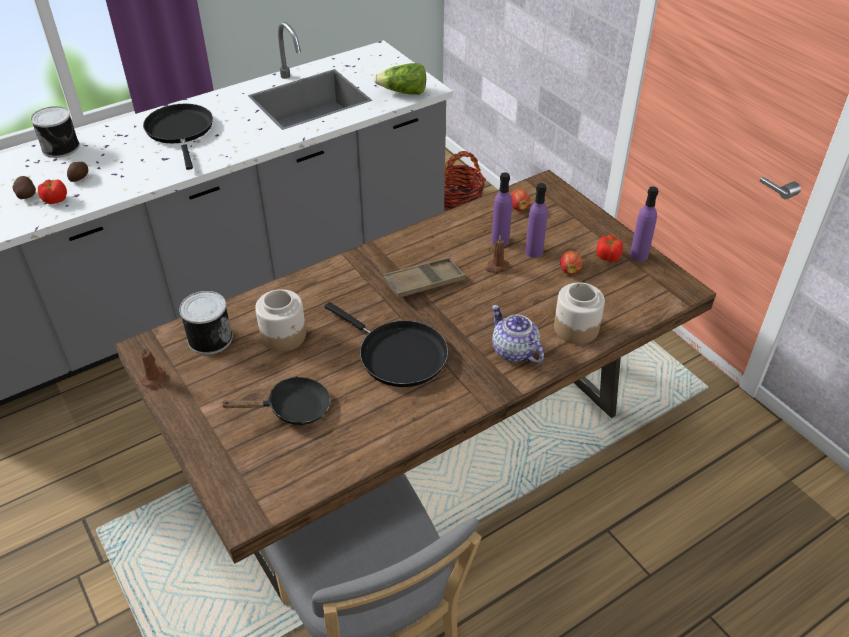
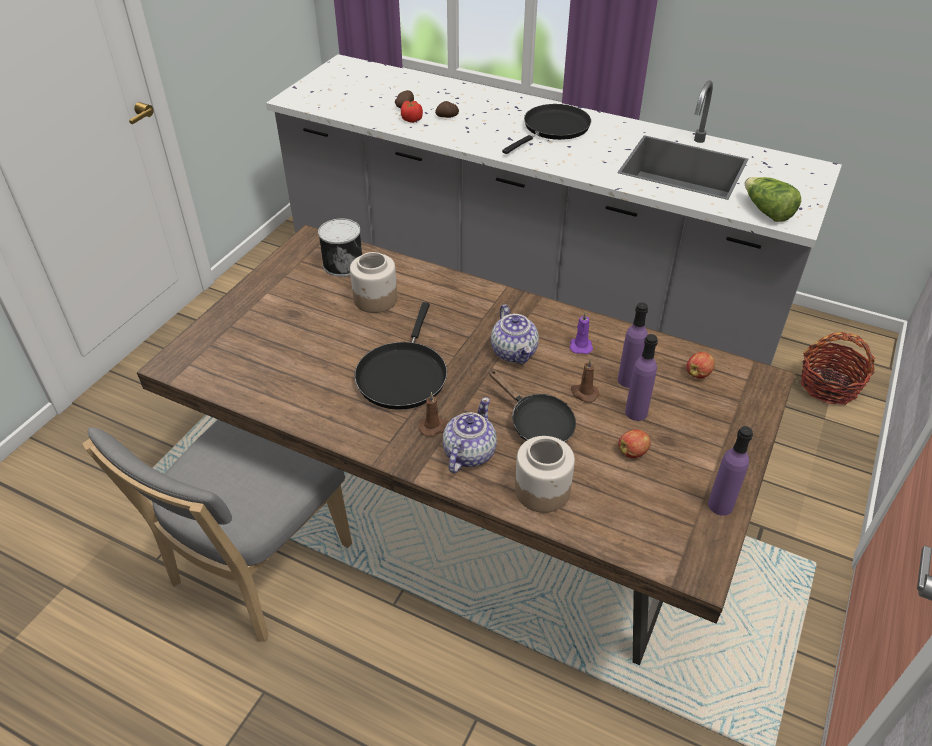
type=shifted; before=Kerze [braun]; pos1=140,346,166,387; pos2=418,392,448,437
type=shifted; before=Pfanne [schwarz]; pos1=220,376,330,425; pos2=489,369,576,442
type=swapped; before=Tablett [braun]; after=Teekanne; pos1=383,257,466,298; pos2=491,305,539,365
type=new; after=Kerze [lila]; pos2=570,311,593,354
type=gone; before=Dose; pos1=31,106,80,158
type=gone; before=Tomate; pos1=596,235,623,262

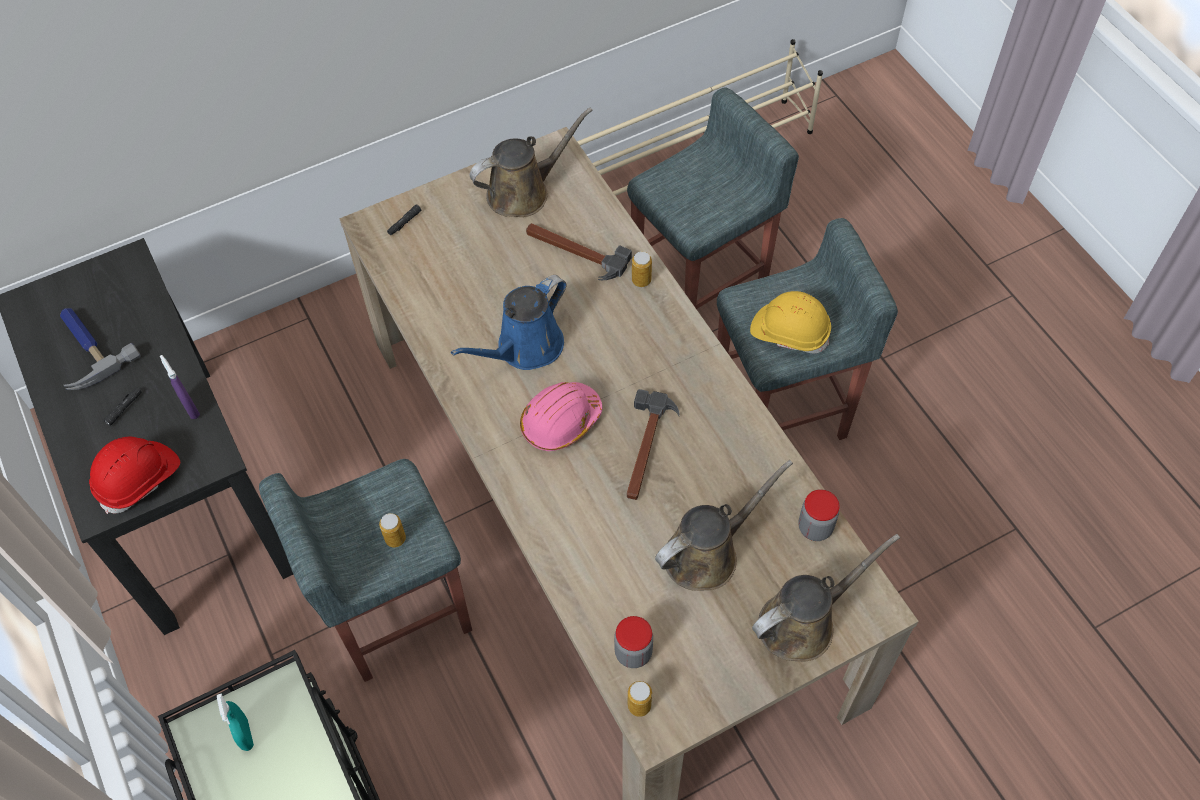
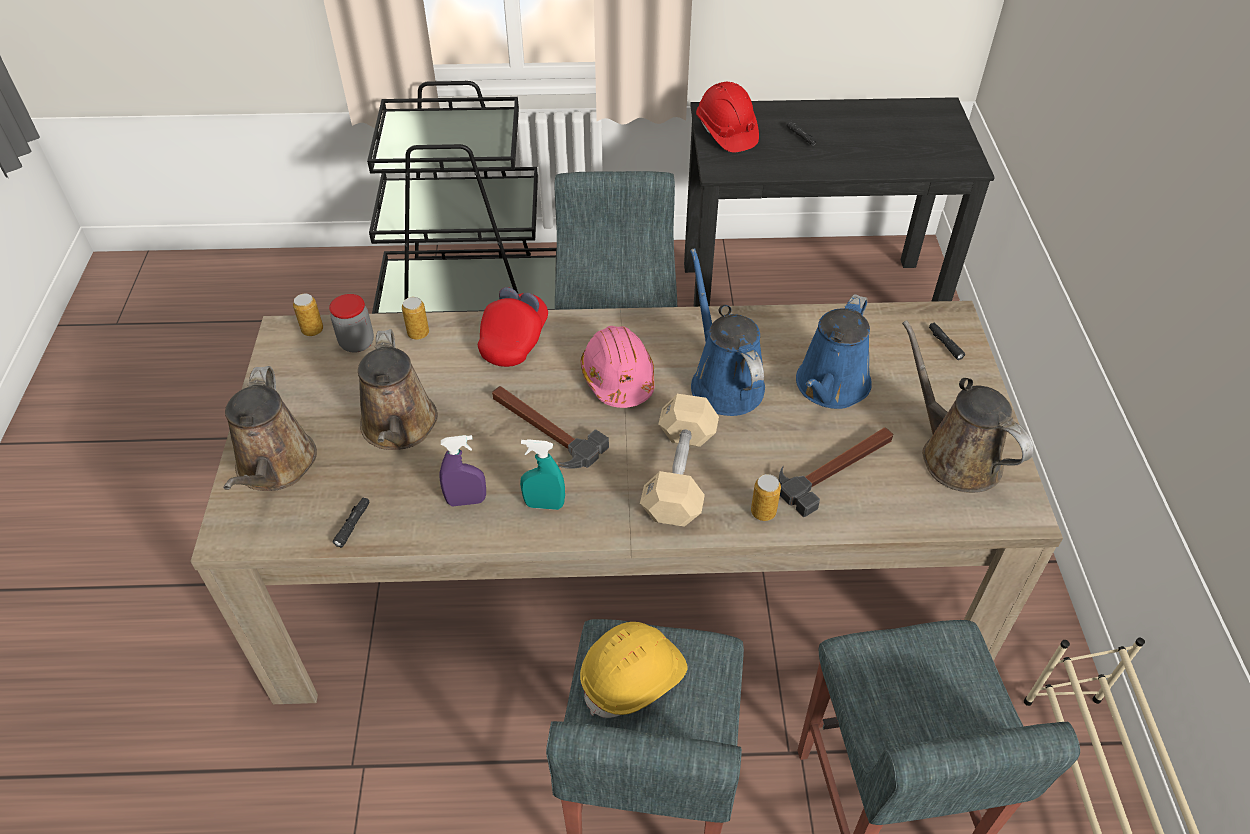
type=swapped; before=Vorratsglas; after=Taschenlampe [schwarz]; pos1=798,489,840,541; pos2=333,497,370,548
type=shifted; before=Dose; pos1=379,513,406,547; pos2=402,297,429,340
type=shifted; before=Sprühflasche [lila]; pos1=160,355,200,419; pos2=440,435,486,506
type=new; after=Kappe [rot]; pos2=478,287,548,367
type=shifted; before=Sprühflasche [türkis]; pos1=217,693,254,751; pos2=520,439,565,510
type=new; after=Hantel [beige]; pos2=640,394,719,526
type=new; after=Gießkanne [blau]; pos2=796,294,872,409
type=rotated; before=Gießkanne [braun]; pos1=470,107,593,217; pos2=902,320,1033,493; turn=150
type=gone; before=Hammer; pos1=60,308,141,390

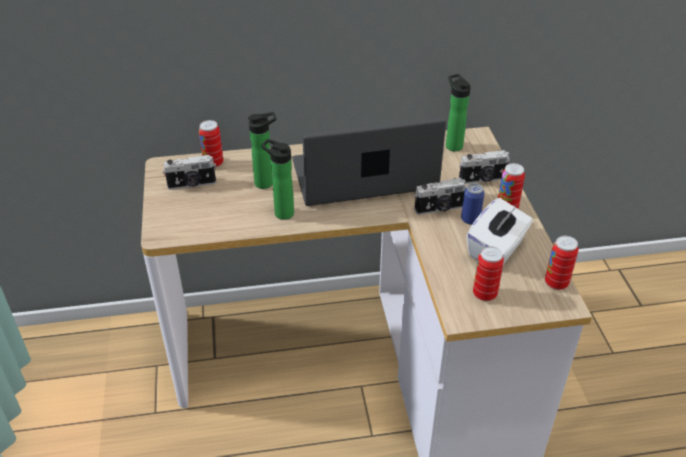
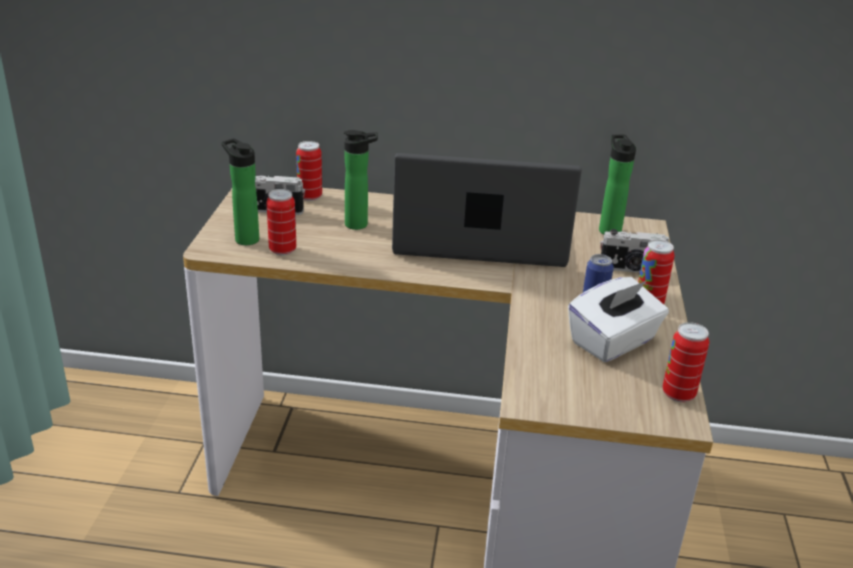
type=shifted; before=Flasche; pos1=261,139,294,220; pos2=221,138,259,245
type=shifted; before=Dose; pos1=473,246,504,301; pos2=266,189,296,255
type=gone; before=Kamera; pos1=414,178,467,215

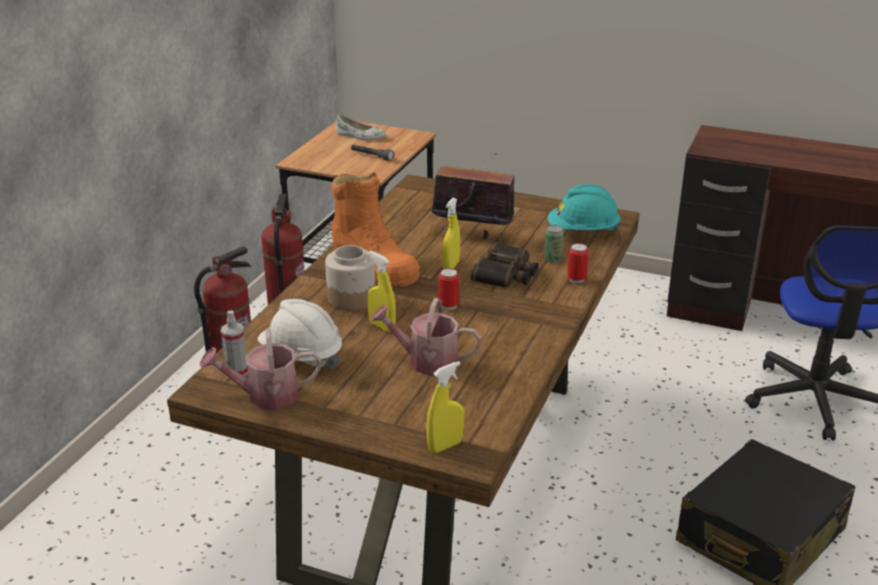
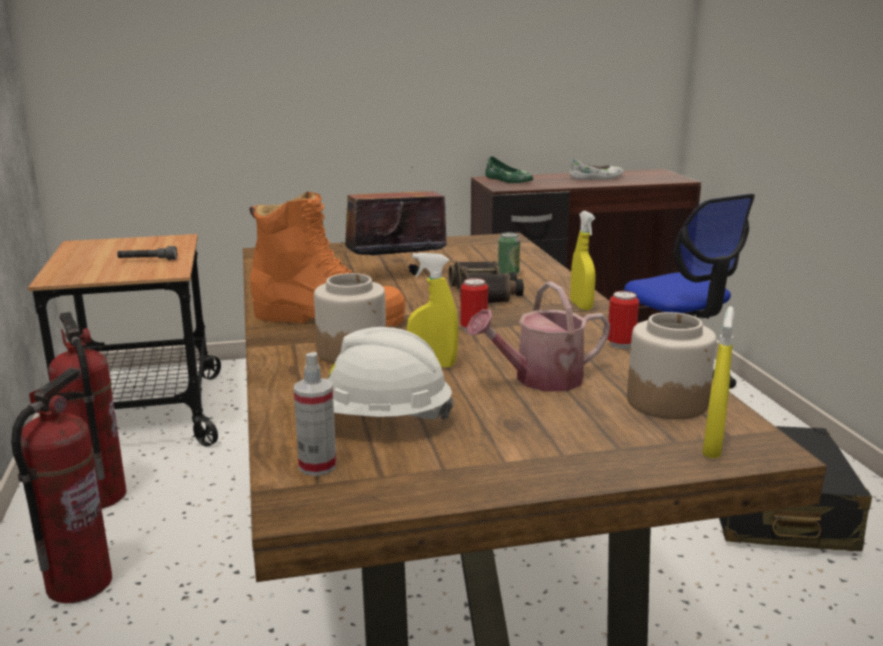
type=new; after=Schuh [grün]; pos2=485,156,533,183
type=shifted; before=Schuh [weiß]; pos1=335,114,386,141; pos2=570,158,623,180
type=shifted; before=Sprühflasche [gelb]; pos1=442,198,460,269; pos2=570,211,596,310
type=shifted; before=Dose; pos1=567,243,589,283; pos2=608,291,639,349
type=new; after=Vorratsglas; pos2=627,312,717,419
type=gone; before=Gießkanne; pos1=199,328,321,410
type=gone; before=Schutzhelm [türkis]; pos1=548,184,621,230

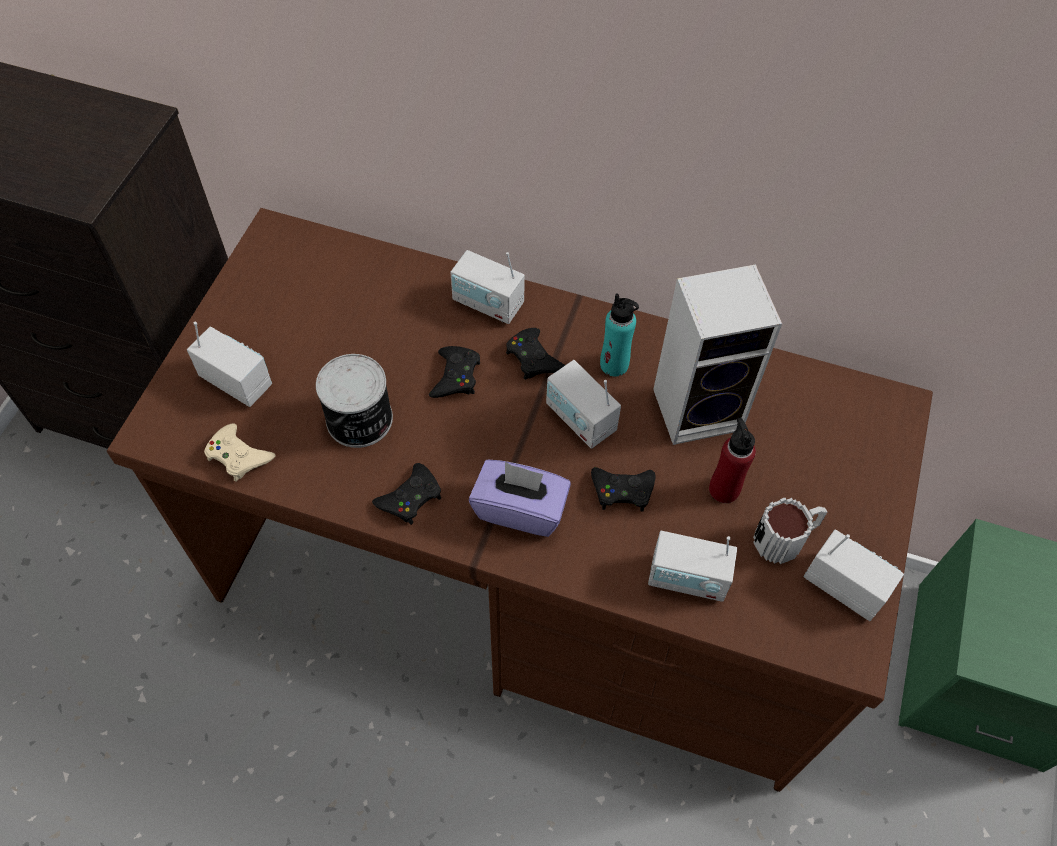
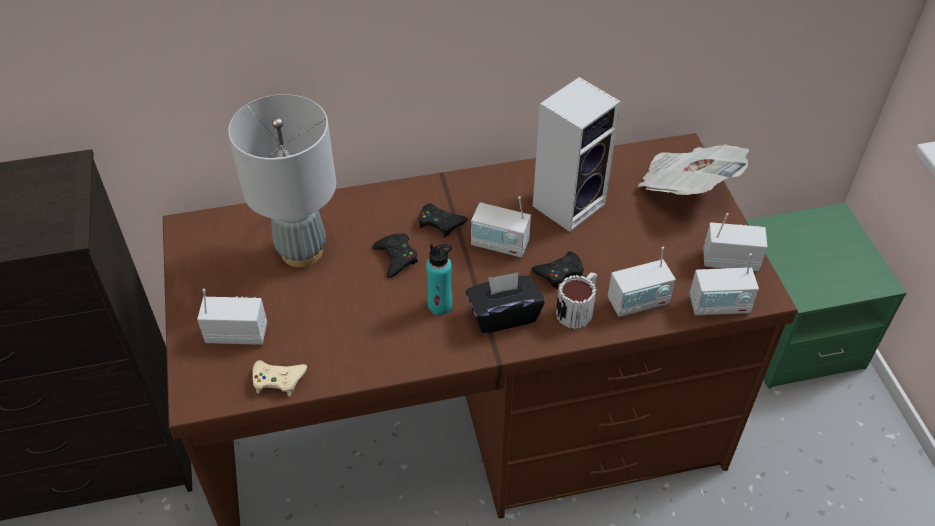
type=new; after=Tischlampe [grau]; pos2=228,94,336,267
type=shifted; before=Flasche [türkis]; pos1=600,293,639,376; pos2=426,244,452,315
type=repainted; before=Taschentuchbox [lila]; after=Taschentuchbox [schwarz]; pos1=469,460,571,537; pos2=466,273,545,333
type=shifted; before=Henkelbecher; pos1=753,498,827,564; pos2=556,273,597,329
type=new; after=Zeitung; pos2=638,144,750,195
type=shifted; before=Radio; pos1=450,250,525,324; pos2=689,253,759,316
type=gone; before=Dose; pos1=316,354,393,448
type=gone; before=Gamepad [schwarz]; pos1=372,463,441,525
type=gone; before=Flasche [rot]; pos1=709,417,756,503

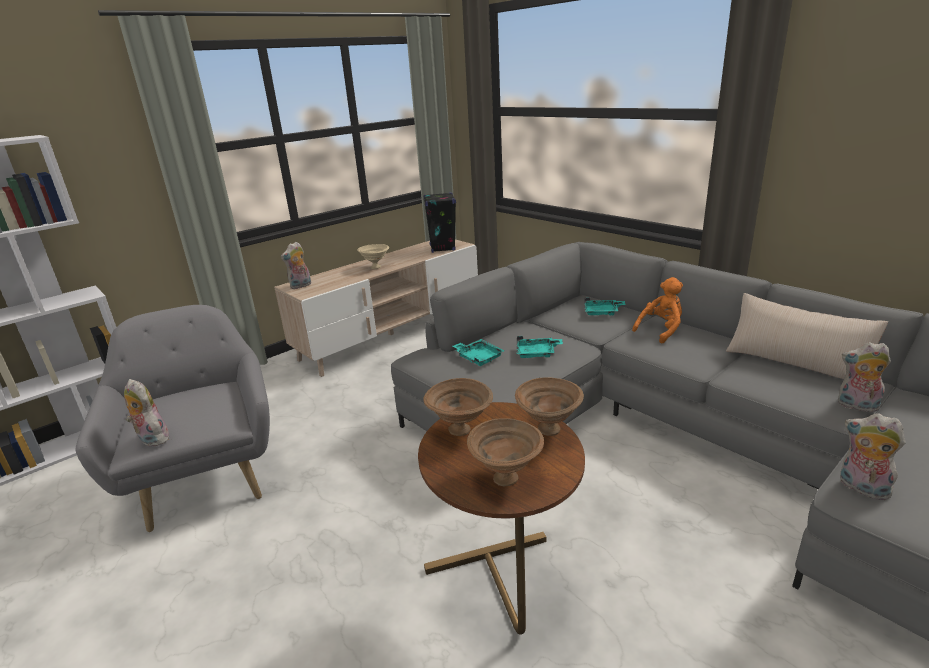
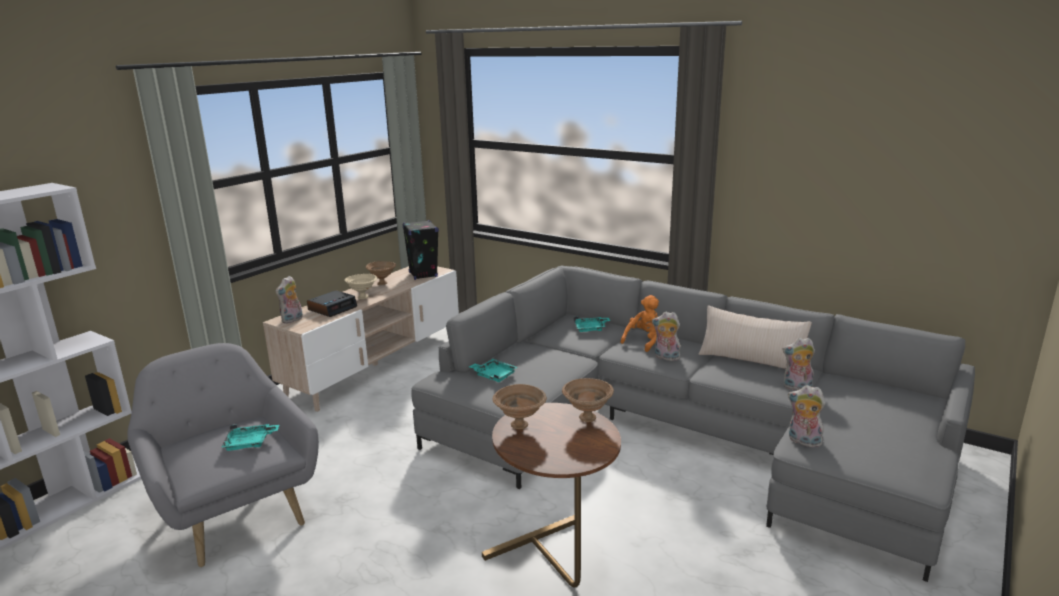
type=shifted; before=Tablett [türkis]; pos1=517,336,563,358; pos2=221,424,279,451
type=new; after=Wecker; pos2=307,290,357,317
type=shifted; before=Schüssel [braun]; pos1=467,418,544,486; pos2=366,261,396,285
type=shifted; before=Plüschtier; pos1=124,379,169,447; pos2=652,312,681,361

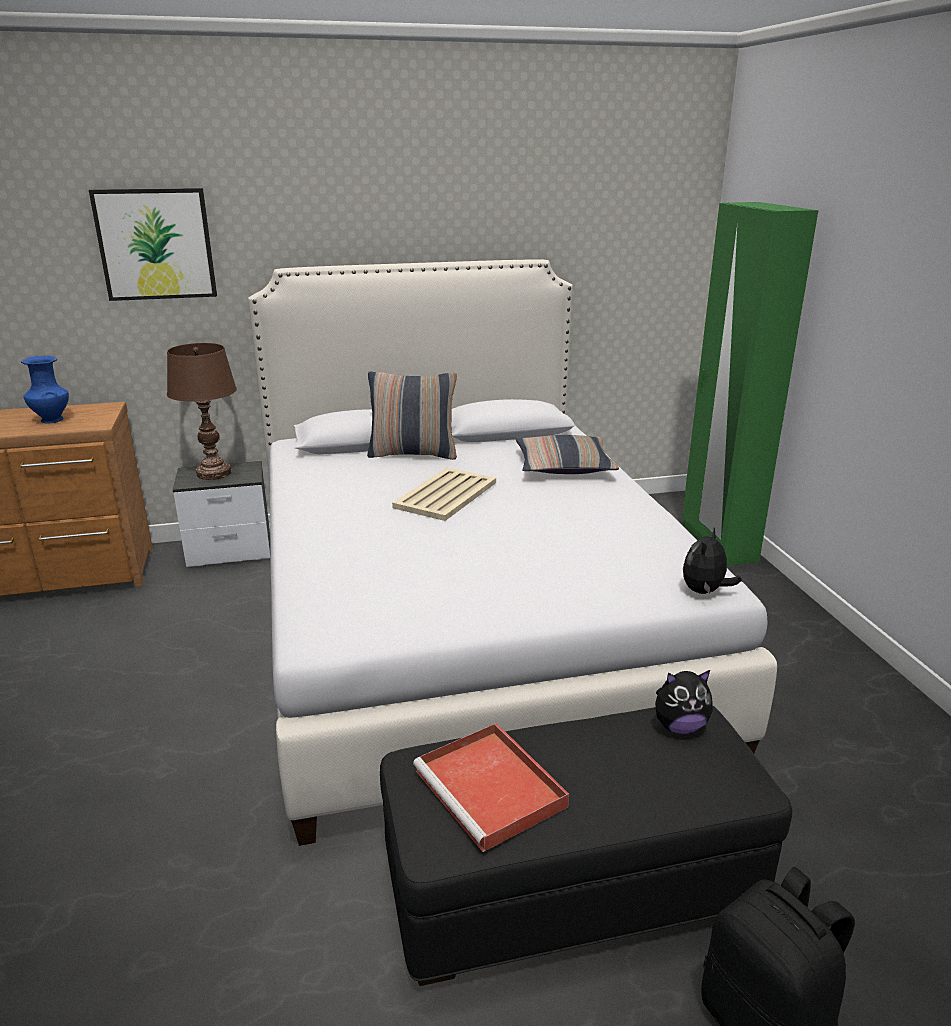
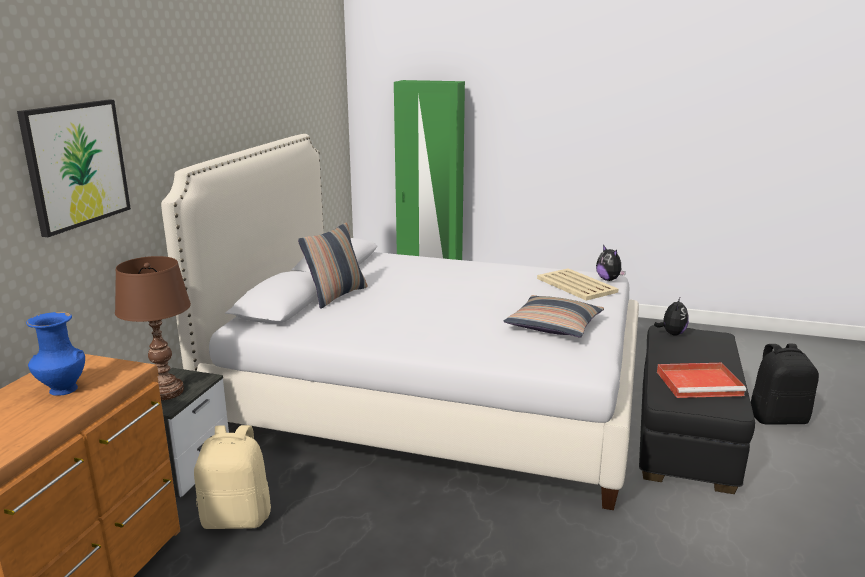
type=new; after=Rucksack [beige]; pos2=194,425,271,529
type=shifted; before=Kissen; pos1=516,435,619,474; pos2=504,295,604,338
type=shifted; before=Tablett [beige]; pos1=392,468,496,521; pos2=537,269,618,301

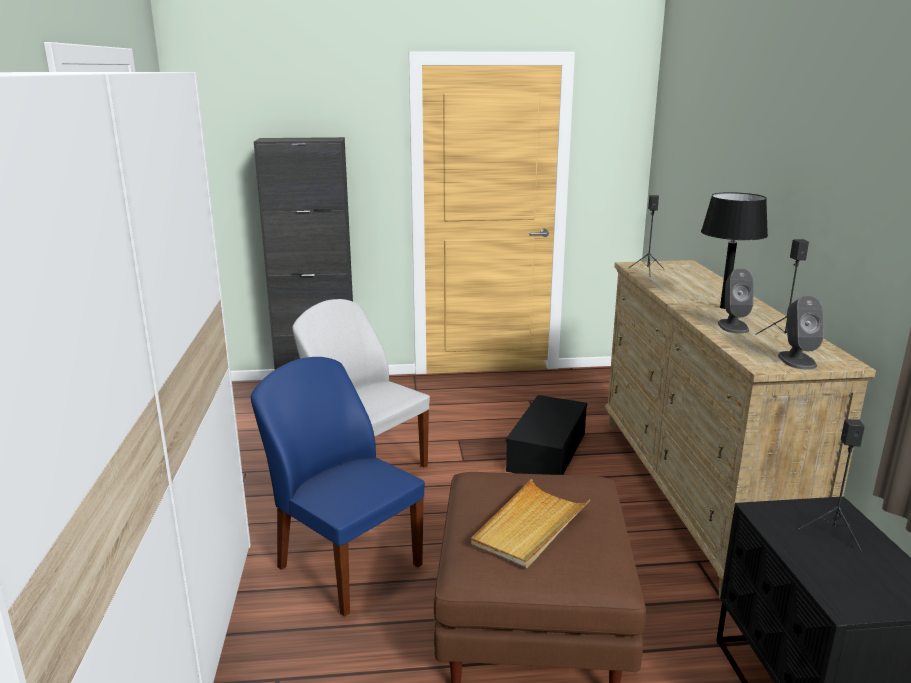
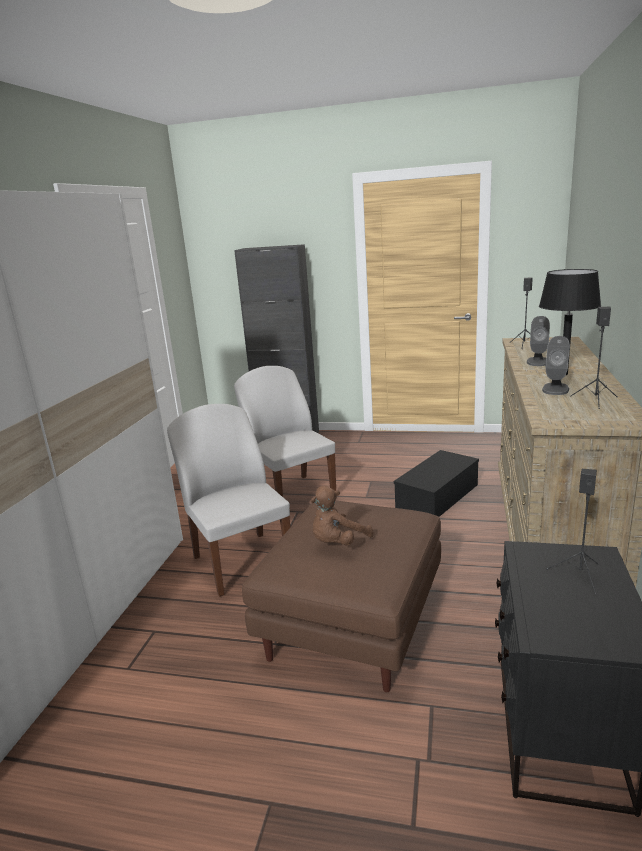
type=repainted; before=Stuhl [blau]; after=Stuhl [weiß]; pos1=251,357,425,616; pos2=167,404,290,597
type=swapped; before=Tablett [beige]; after=Plüschtier [braun]; pos1=471,479,590,568; pos2=311,485,374,545
type=shifted; before=Lautsprecher [grau]; pos1=778,295,824,369; pos2=527,316,550,366

